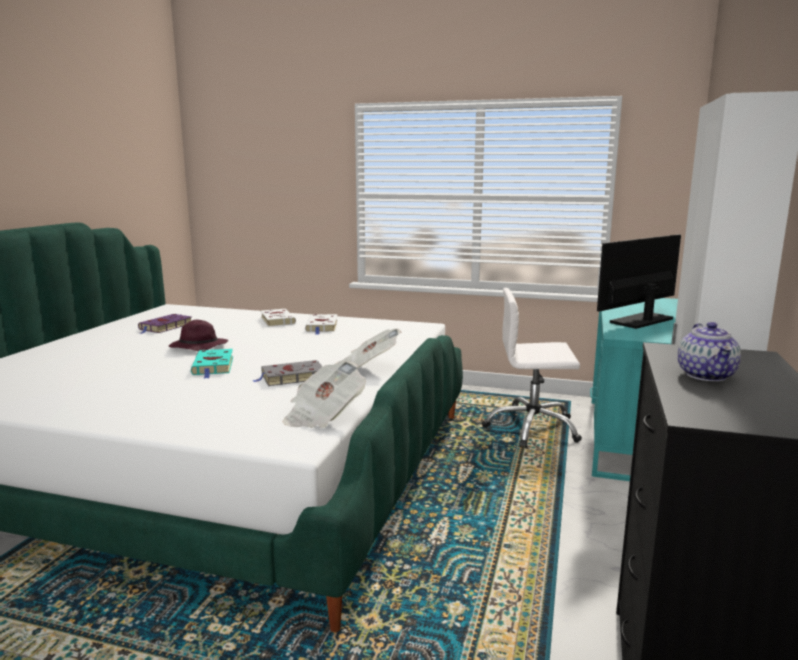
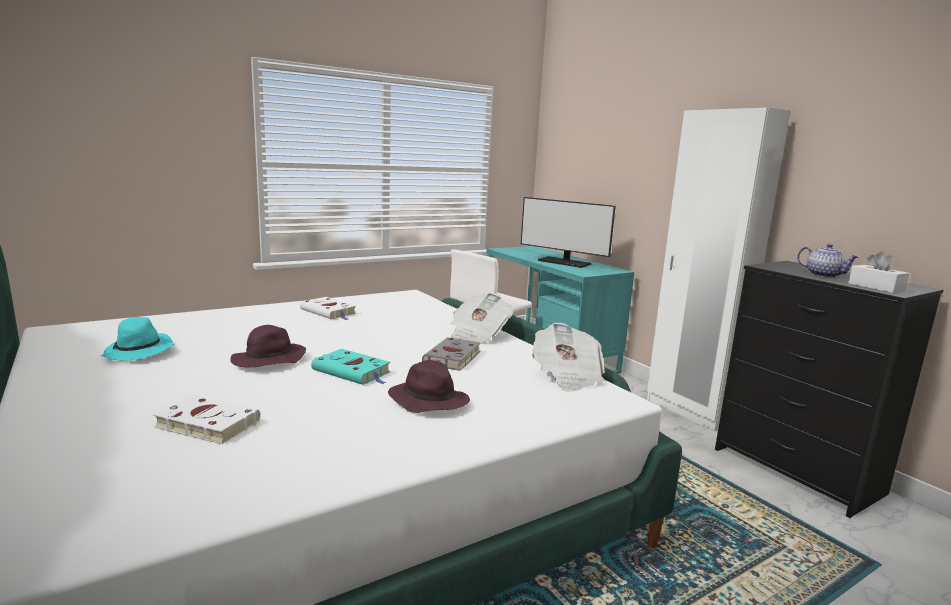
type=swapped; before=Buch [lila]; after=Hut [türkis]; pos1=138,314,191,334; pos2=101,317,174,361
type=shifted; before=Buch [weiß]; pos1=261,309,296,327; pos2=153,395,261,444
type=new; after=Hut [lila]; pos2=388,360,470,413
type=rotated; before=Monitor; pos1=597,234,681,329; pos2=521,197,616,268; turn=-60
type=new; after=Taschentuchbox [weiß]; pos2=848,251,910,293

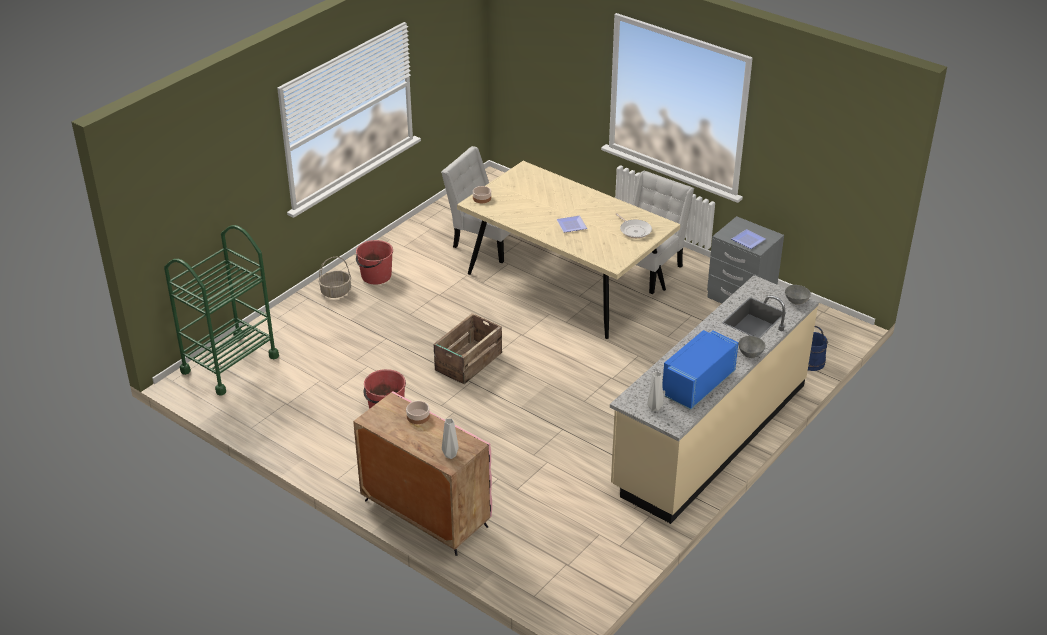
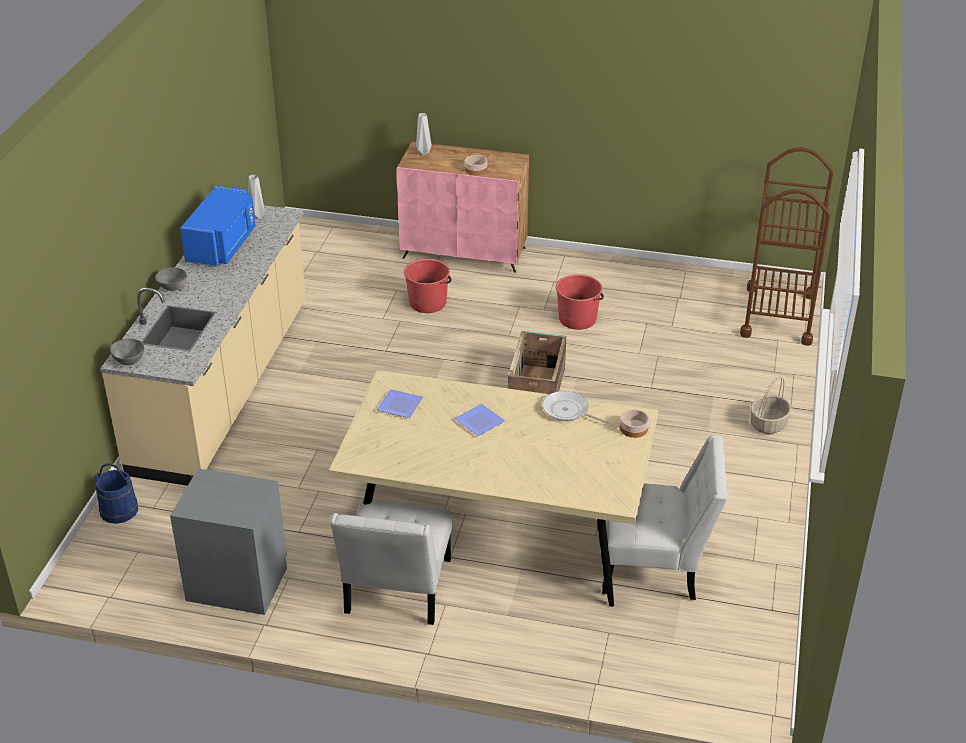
type=shifted; before=Teller; pos1=732,229,766,249; pos2=377,389,423,418
type=shifted; before=Eimer [rot]; pos1=356,240,393,284; pos2=404,259,452,313
type=shifted; before=Pfanne; pos1=616,213,652,239; pos2=542,391,609,424
type=repainted; before=Rollwagen [grün]; after=Rollwagen [braun]; pos1=164,225,279,396; pos2=740,147,834,346

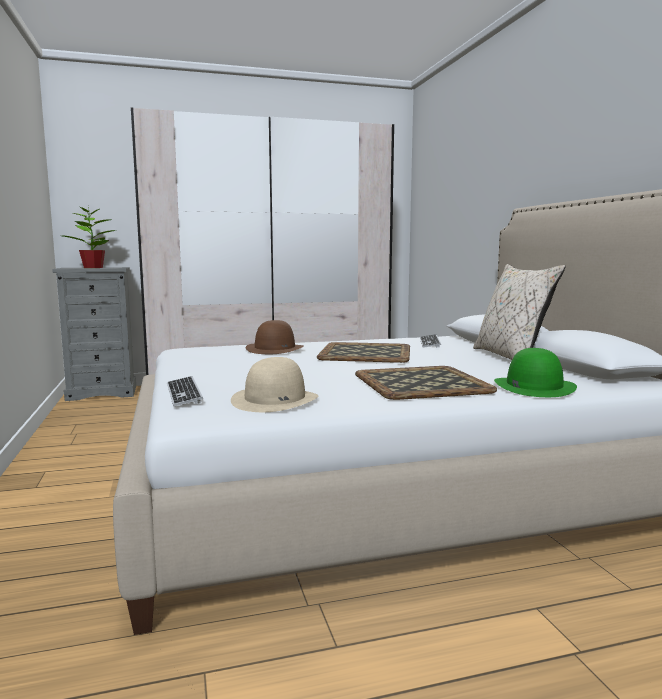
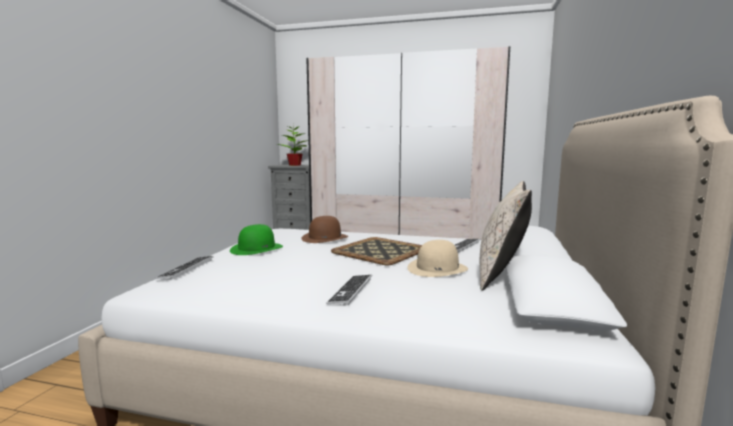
type=shifted; before=Hut [grün]; pos1=494,348,577,397; pos2=230,224,283,255
type=swapped; before=Tablett; after=Tastatur; pos1=355,366,497,400; pos2=326,275,372,306
type=shifted; before=Hut [beige]; pos1=231,357,319,412; pos2=407,240,468,277

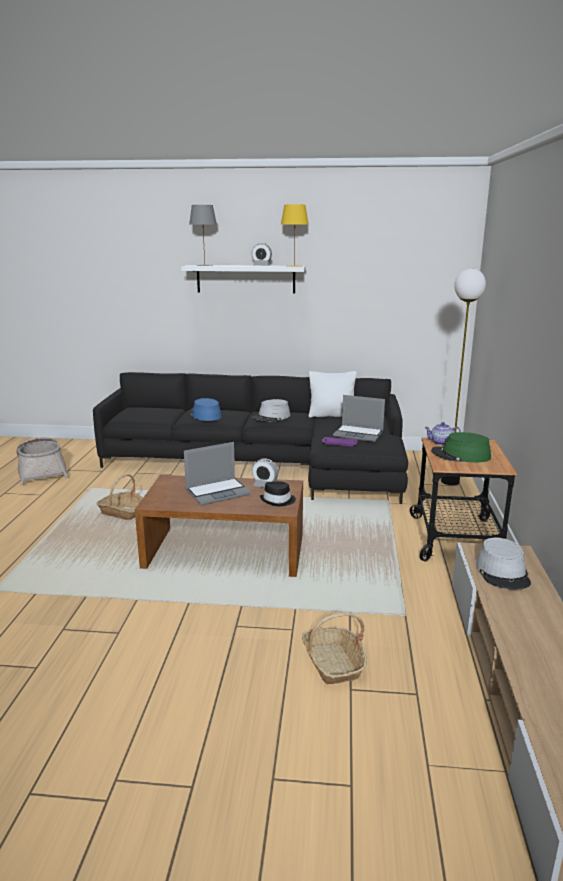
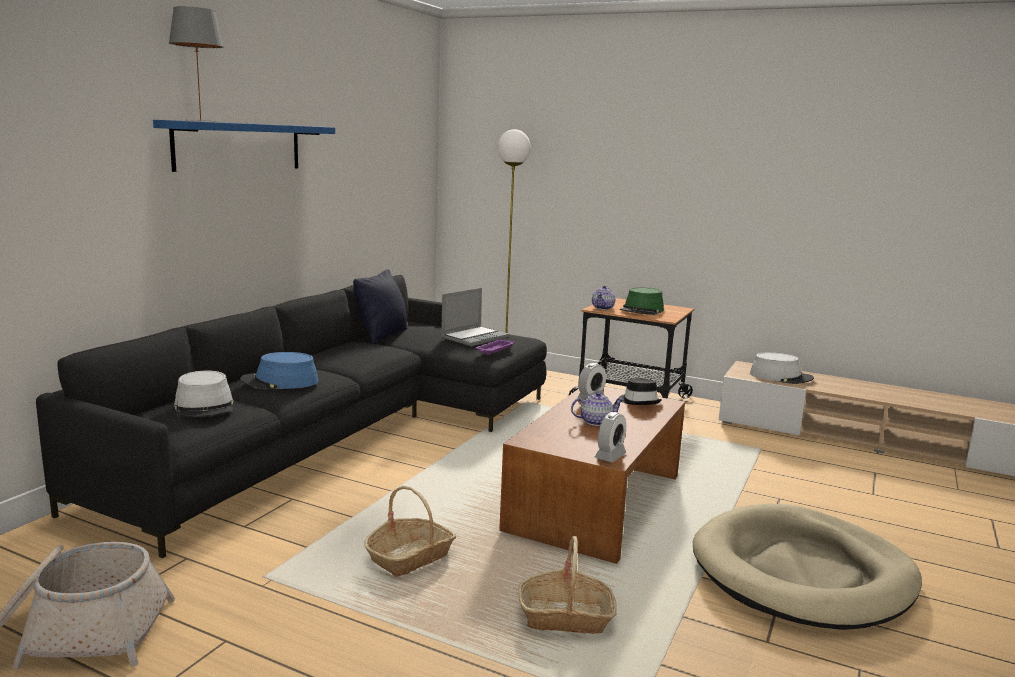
type=repainted; before=Wandregal [weiß]; after=Wandregal [blau]; pos1=181,265,306,293; pos2=153,120,335,172
type=shifted; before=Hut [grau]; pos1=252,399,290,422; pos2=174,371,233,417
type=repainted; before=Kissen [weiß]; after=Kissen [schwarz]; pos1=309,371,357,417; pos2=353,269,407,344
type=shifted; before=Korb; pos1=302,613,367,684; pos2=518,536,617,634
type=swapped; before=Laptop; after=Teekanne; pos1=184,442,251,505; pos2=571,392,624,426
type=shifted; before=Wecker; pos1=252,243,272,266; pos2=595,412,626,462
type=new; after=Hundebett [beige]; pos2=693,504,922,630
type=gone; before=Tischlampe [gelb]; pos1=281,204,309,267

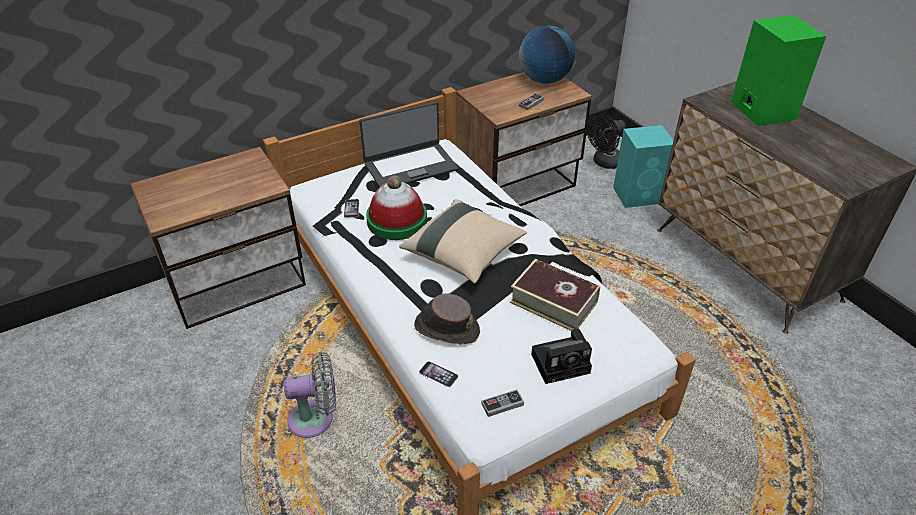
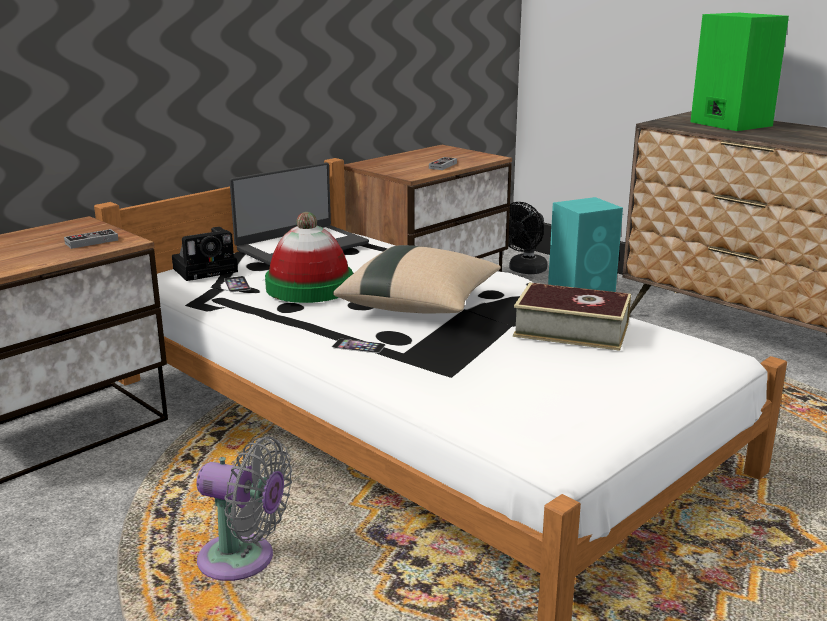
type=shifted; before=Gamepad; pos1=481,389,524,417; pos2=64,229,118,249
type=shifted; before=Kamera; pos1=531,328,592,384; pos2=172,227,238,281
type=rotated; before=Ventilator [grau]; pos1=284,352,336,438; pos2=196,437,292,581; turn=45
type=shifted; before=Handy; pos1=419,361,458,387; pos2=332,339,385,353
type=gone; before=Hut [braun]; pos1=414,293,480,344
type=gone; before=Globus; pos1=519,26,575,84

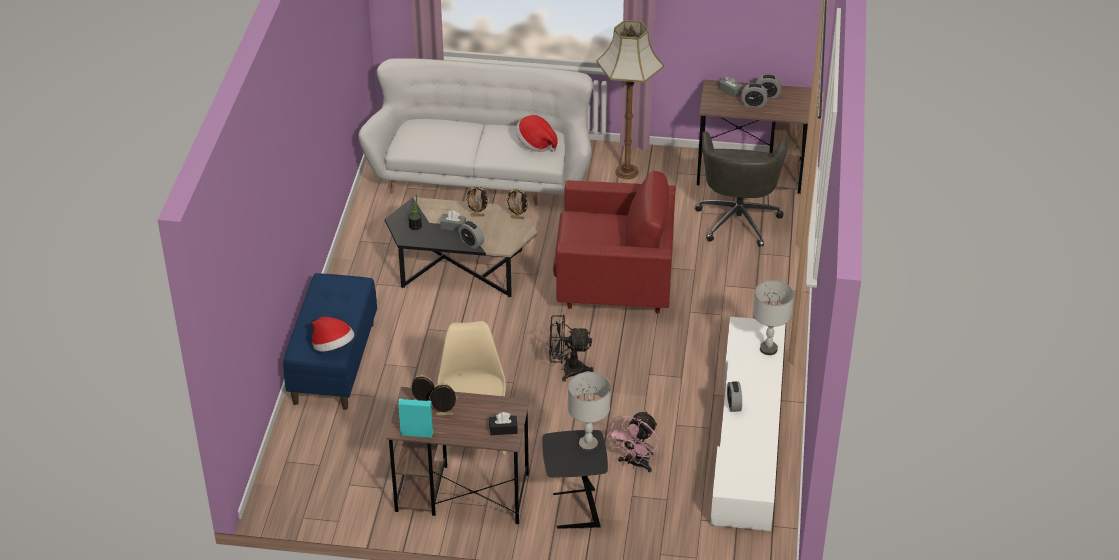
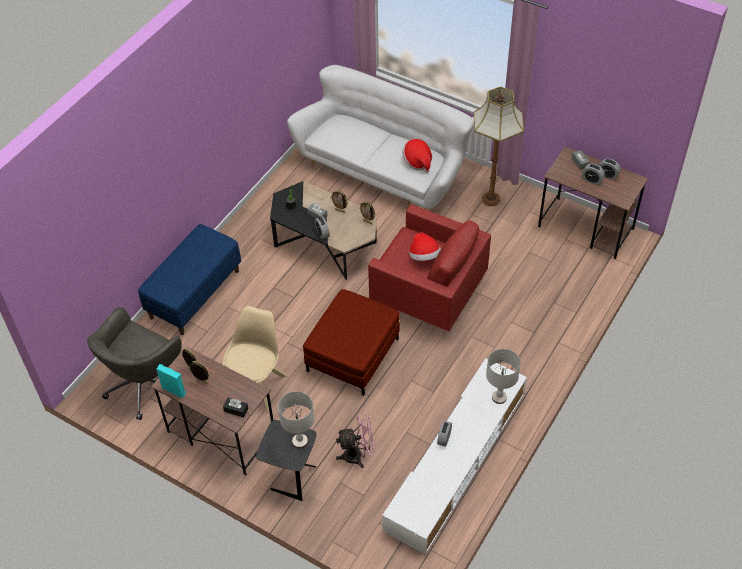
type=shifted; before=Bürostuhl [grau]; pos1=695,131,789,247; pos2=87,307,182,420
type=swapped; before=Ventilator [schwarz]; after=Polsterhocker [rot]; pos1=549,315,594,381; pos2=303,289,400,396
type=rotated; before=Ventilator [rosa]; pos1=607,411,659,473; pos2=336,415,375,468; turn=-150
type=shifted; before=Hut; pos1=311,317,354,352; pos2=409,232,441,261

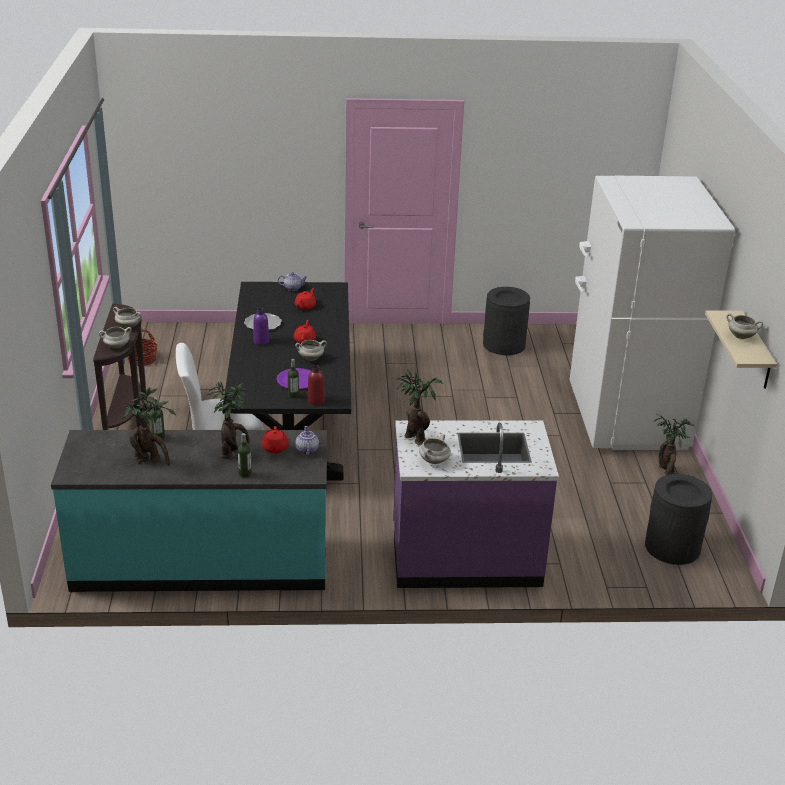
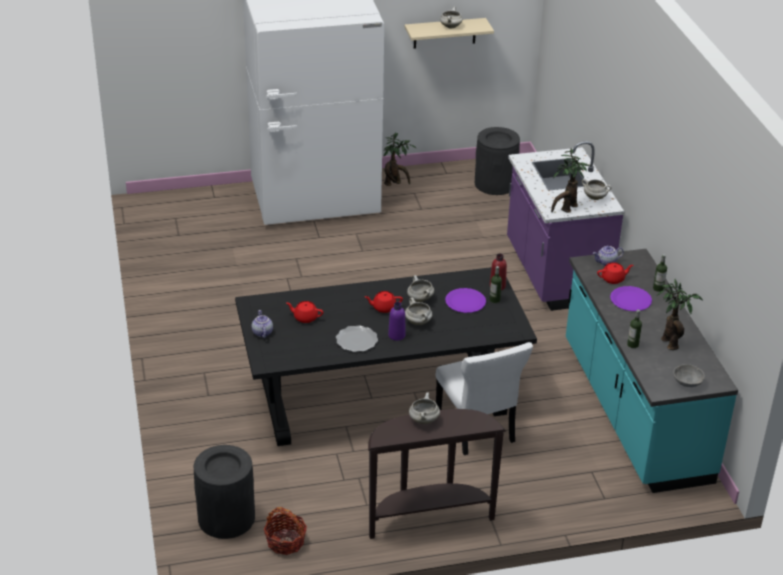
type=shifted; before=Mülleimer [schwarz]; pos1=483,287,530,355; pos2=193,445,255,539
type=shifted; before=Kochtopf [weiß]; pos1=99,327,132,349; pos2=405,298,432,325
type=swapped; before=Topfpflanze; after=Teller [lila]; pos1=208,381,250,459; pos2=610,286,652,311
type=new; after=Schüssel [grau]; pos2=673,364,705,387

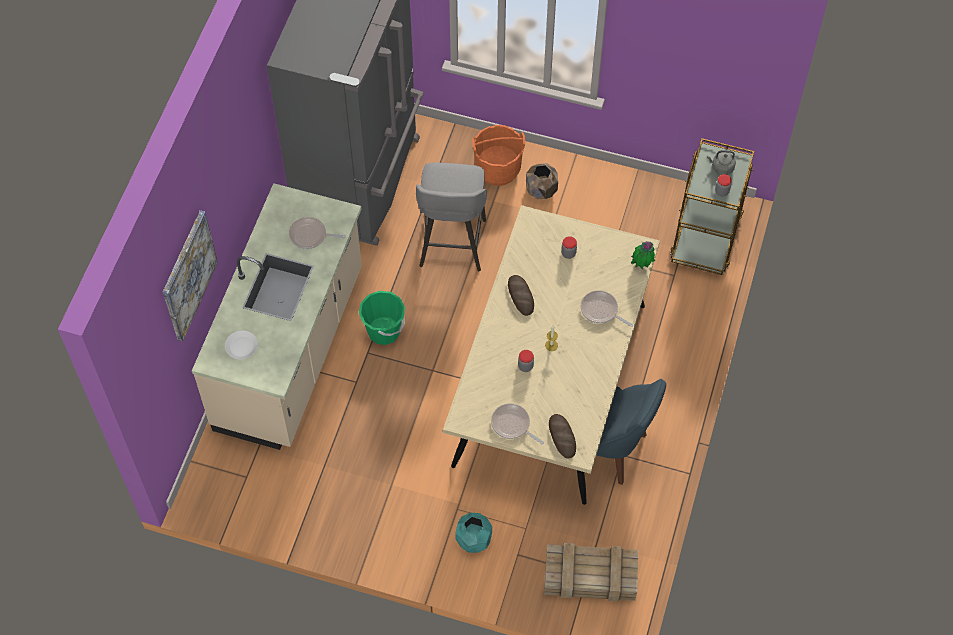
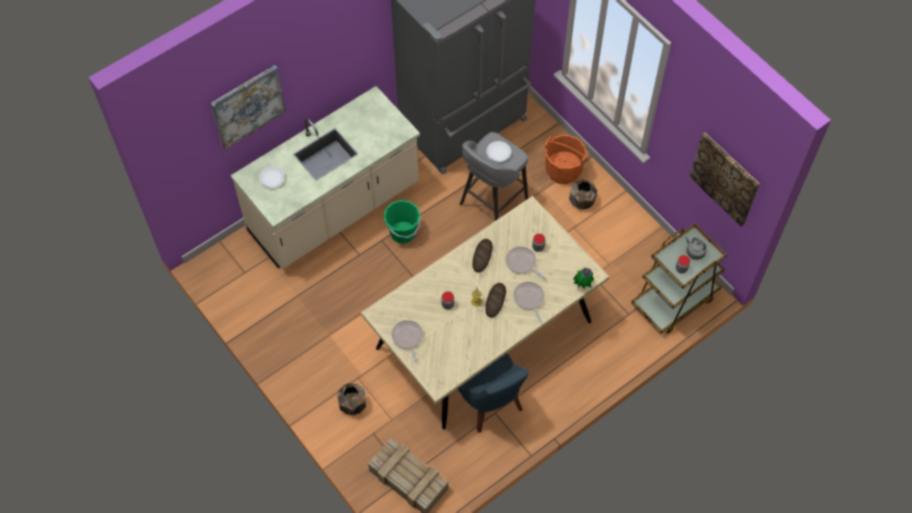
type=repainted; before=Pflanzkübel [türkis]; after=Pflanzkübel [braun]; pos1=455,513,492,553; pos2=338,383,366,415
type=shifted; before=Brot; pos1=549,414,576,459; pos2=485,283,506,317
type=new; after=Teller [weiß]; pos2=486,141,511,162
type=shifted; before=Pfanne; pos1=289,217,346,249; pos2=506,247,546,279
type=new; after=Bild; pos2=690,133,760,227

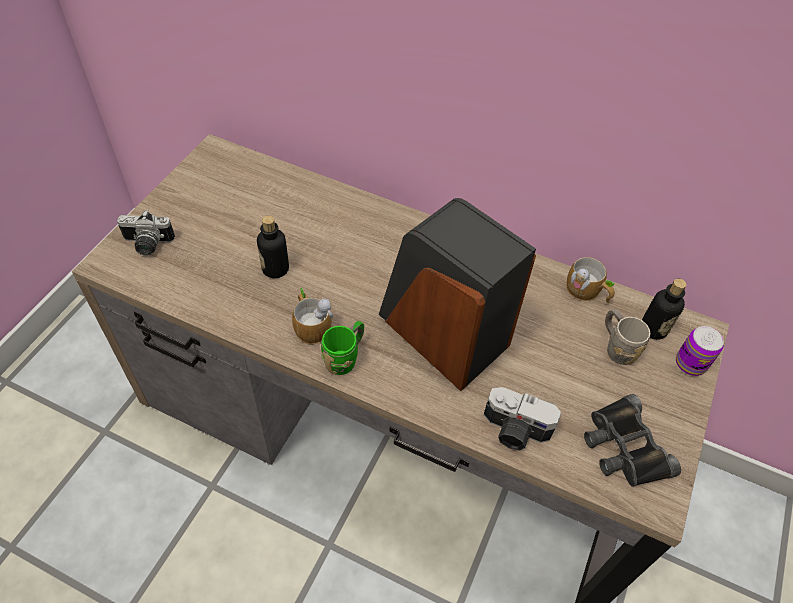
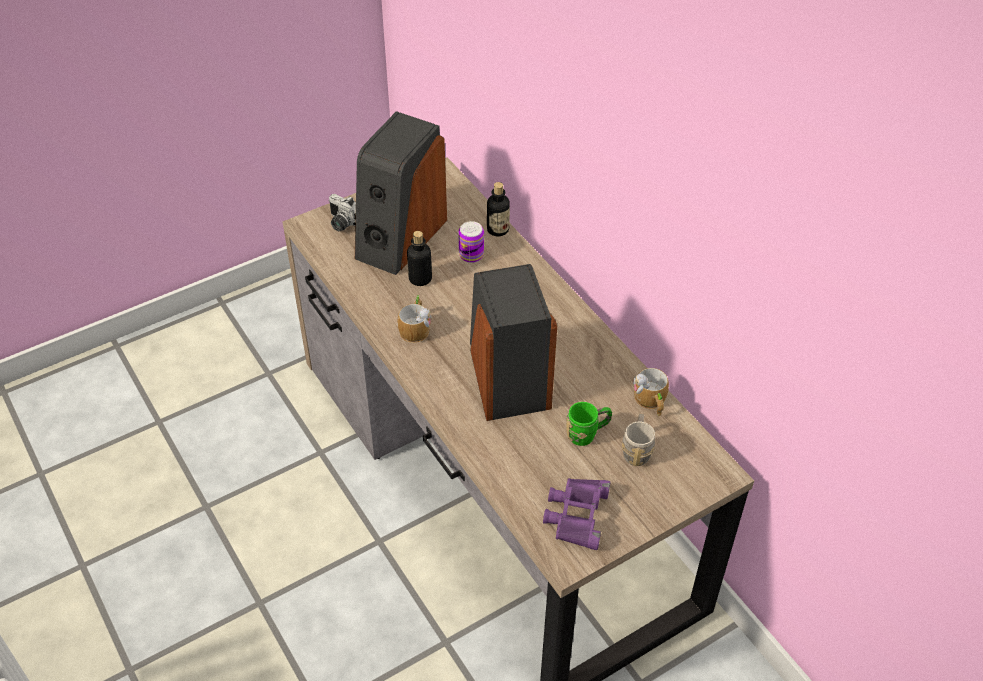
type=new; after=Lautsprecher; pos2=355,111,447,275
type=shifted; before=Dose; pos1=676,326,724,376; pos2=458,221,484,263
type=shifted; before=Flasche; pos1=642,279,686,340; pos2=487,182,510,236
type=repainted; before=Fernglas [schwarz]; after=Fernglas [lila]; pos1=584,394,681,487; pos2=543,478,610,550
type=shifted; before=Henkelbecher [grün]; pos1=321,321,364,375; pos2=566,402,612,446
type=gone; before=Kamera; pos1=484,387,561,451

